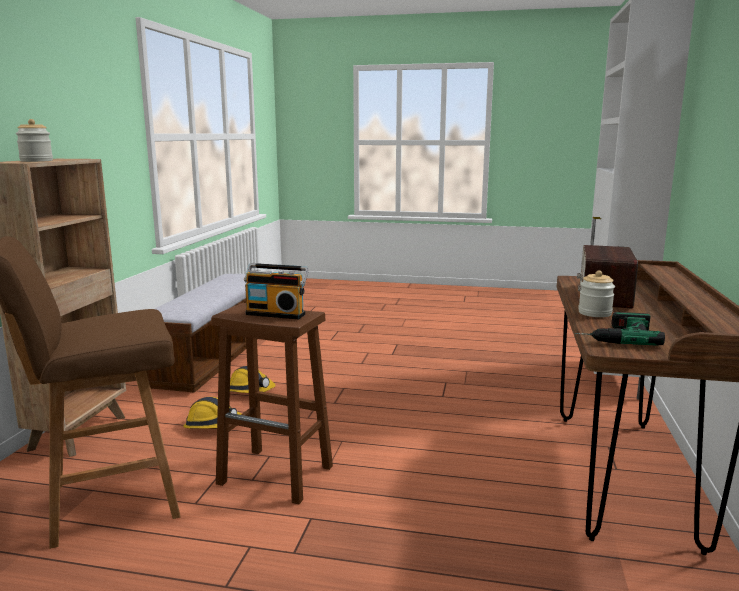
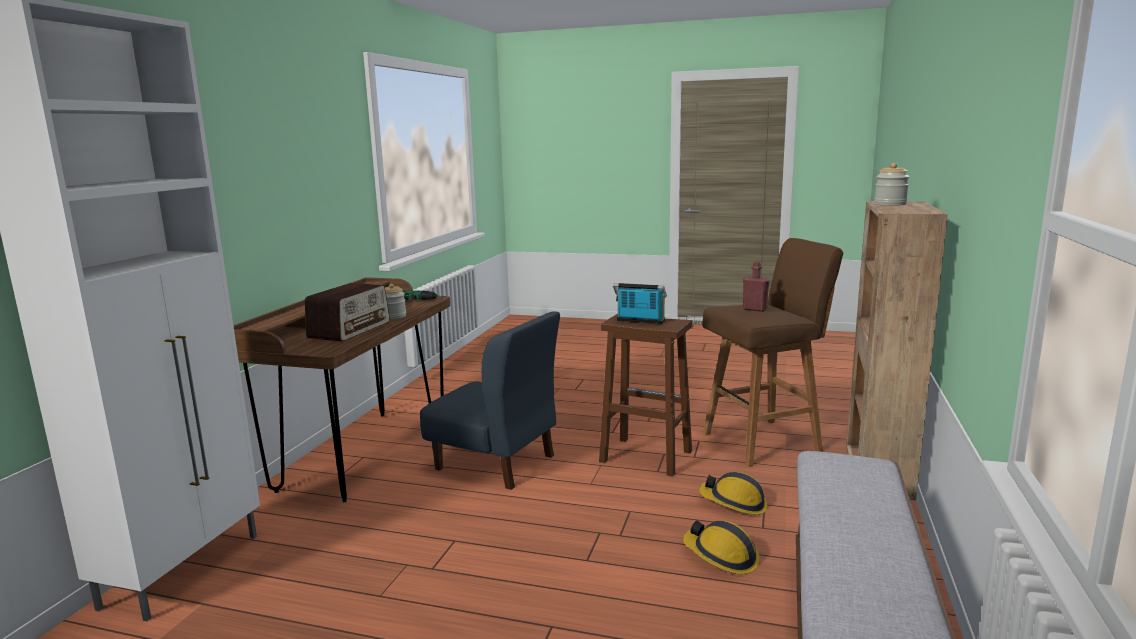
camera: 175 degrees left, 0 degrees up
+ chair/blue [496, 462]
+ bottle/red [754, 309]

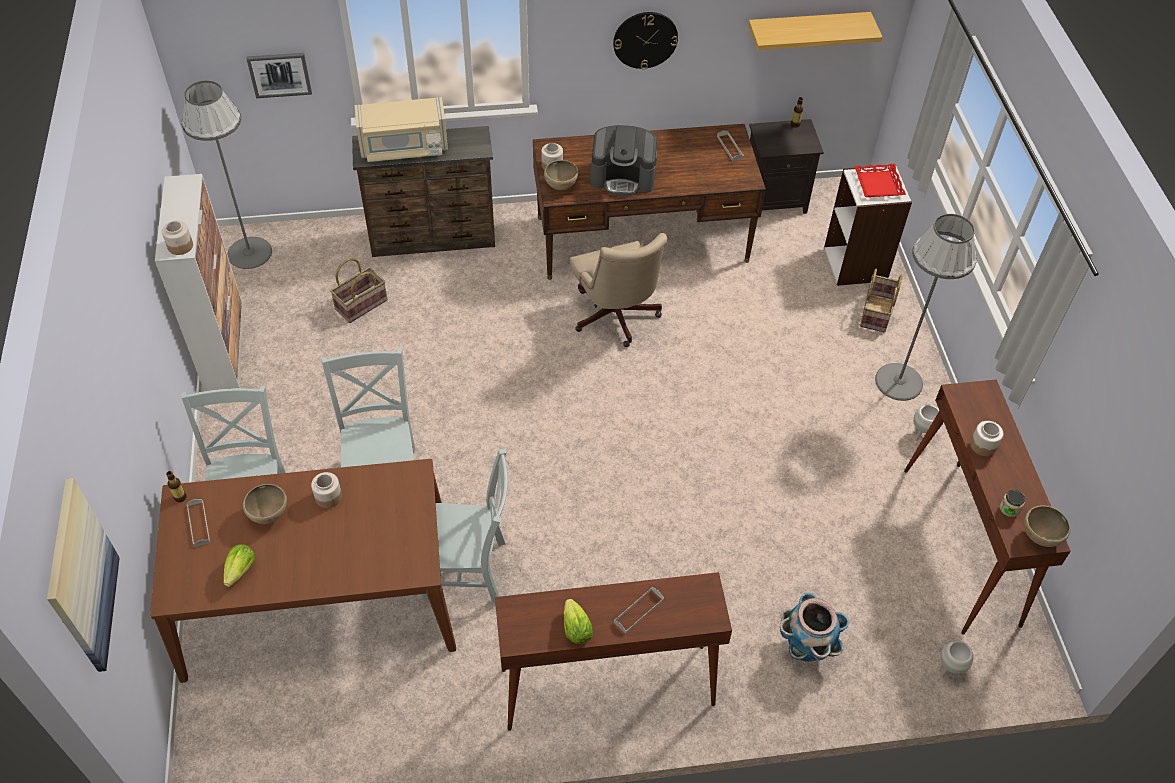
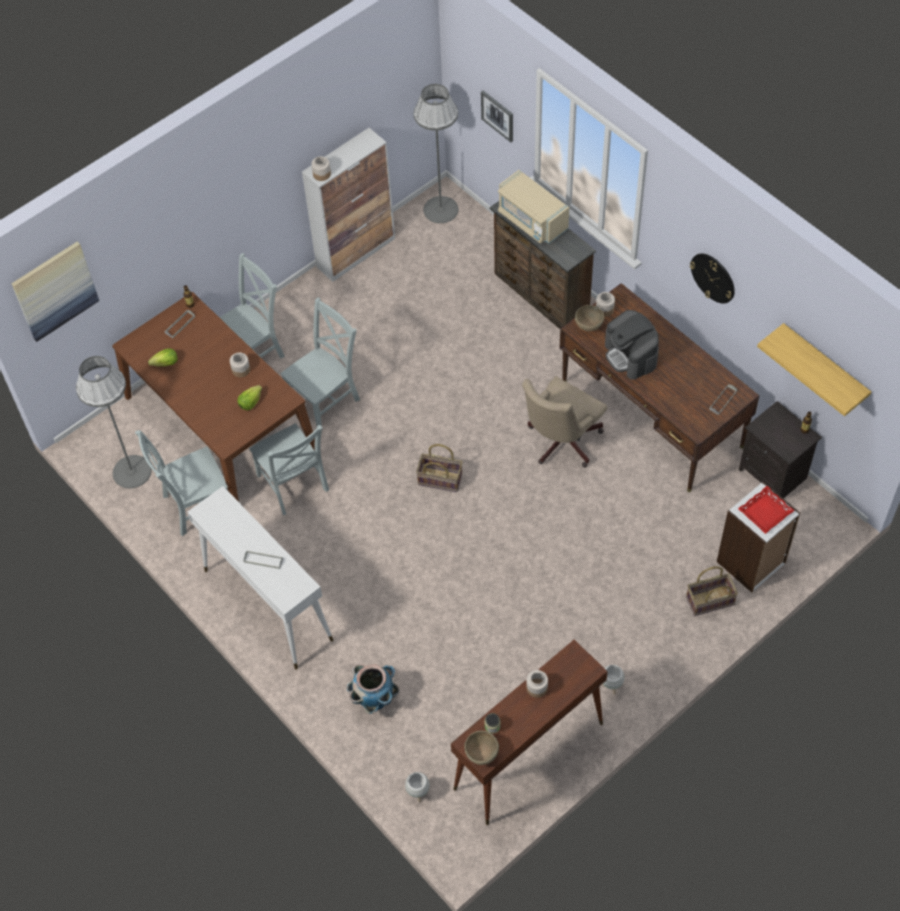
camera: 60 degrees right, 5 degrees up
~ floor lamp/grey [898, 381] to [132, 471]
+ chair/grey [195, 505]
~ console table/brown [606, 687] to console table/white [267, 604]
~ lettuce [576, 629] to [250, 402]
~ basket [361, 304] to [440, 479]
- bowl/brown [269, 515]

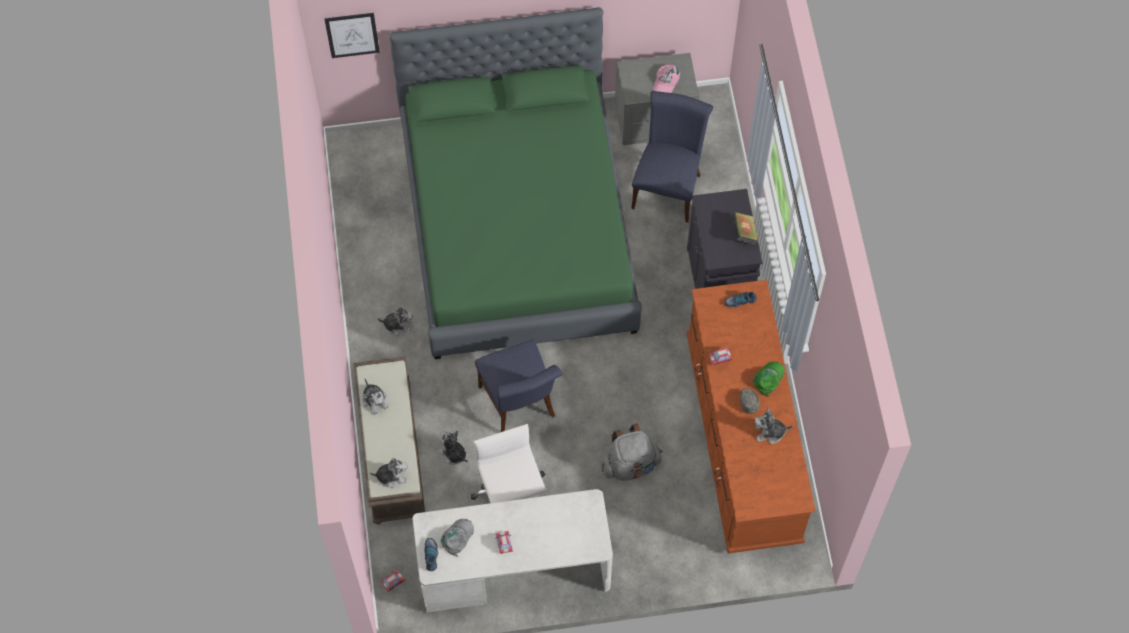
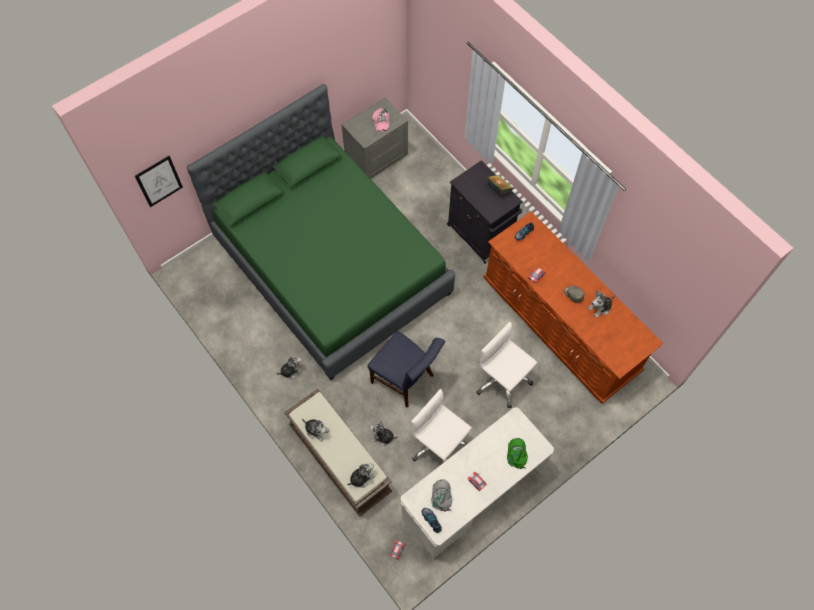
camera: 30 degrees left, 0 degrees up
~ backpack/grey [630, 465] to office chair/white [502, 380]
~ cap/green [768, 379] to [517, 454]
- chair/blue [668, 187]

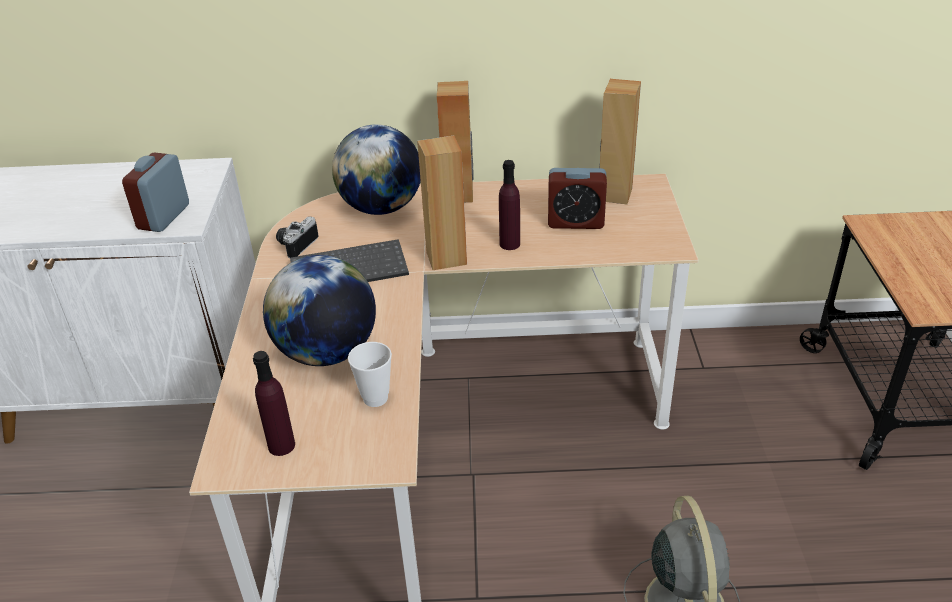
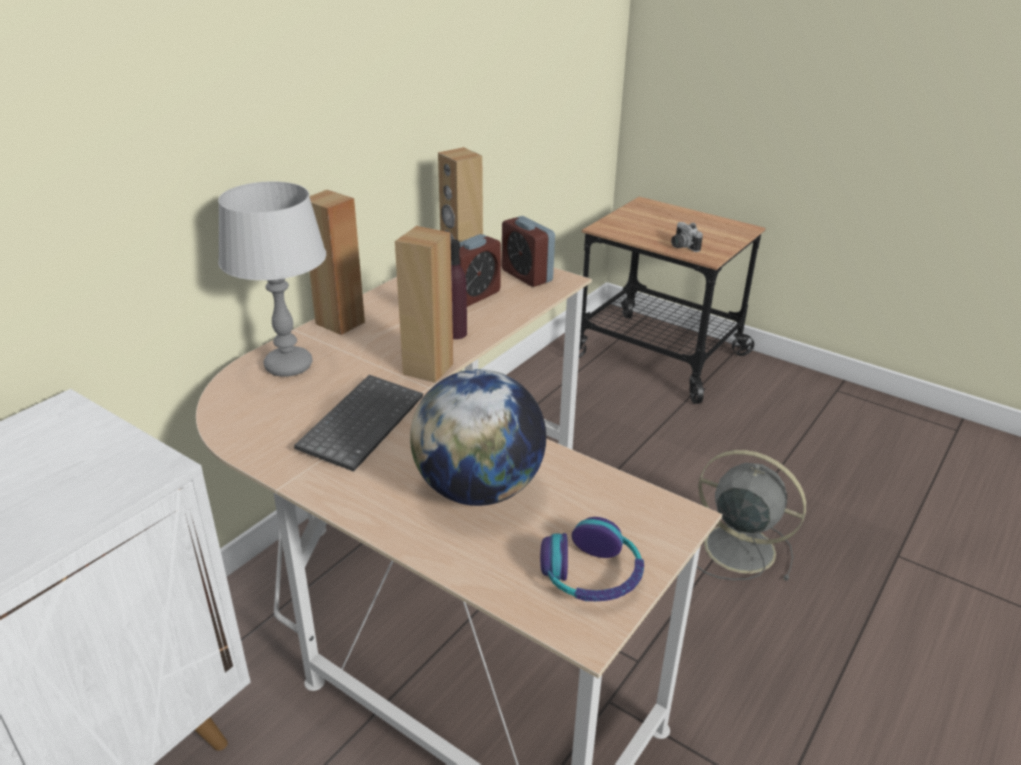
camera: 55 degrees left, 5 degrees down
~ globe [381, 208] to table lamp/grey [289, 366]
~ alarm clock [164, 217] to [526, 275]
~ bottle/purple [281, 445] to headphones [591, 575]
~ photo camera [295, 245] to [681, 246]
- cup [375, 398]

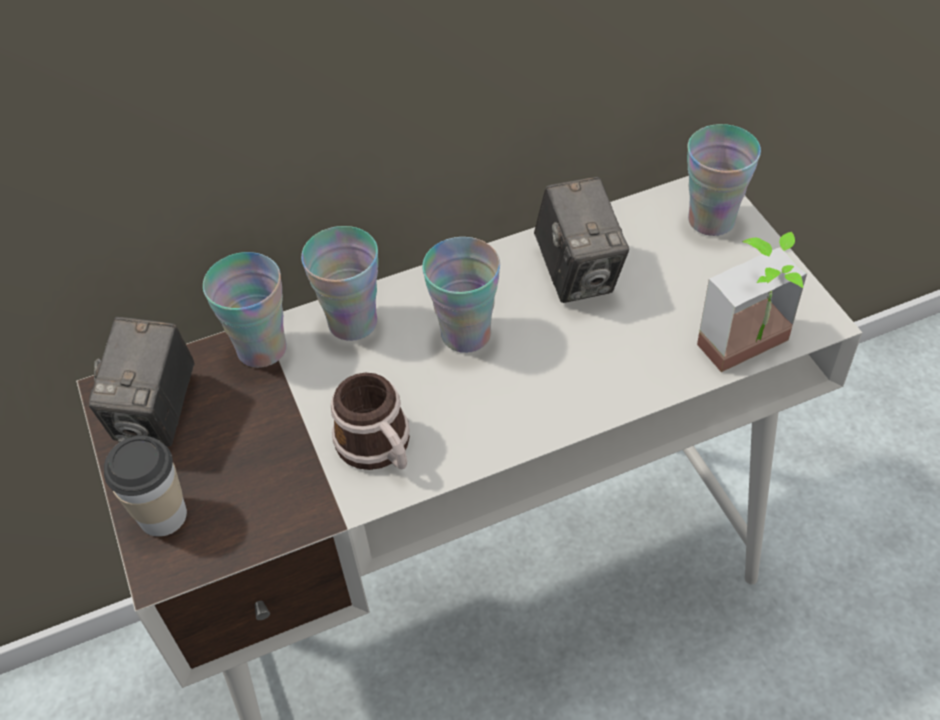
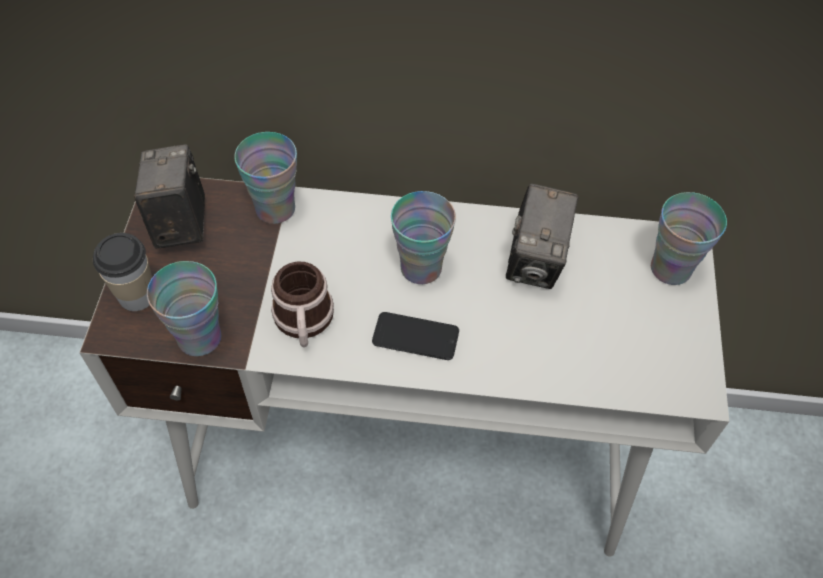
camera: 25 degrees right, 5 degrees up
~ photo camera [158, 414] = [180, 222] 135 degrees clockwise
~ cup [353, 322] to [199, 338]
+ phone [415, 337]
- potted plant [753, 354]

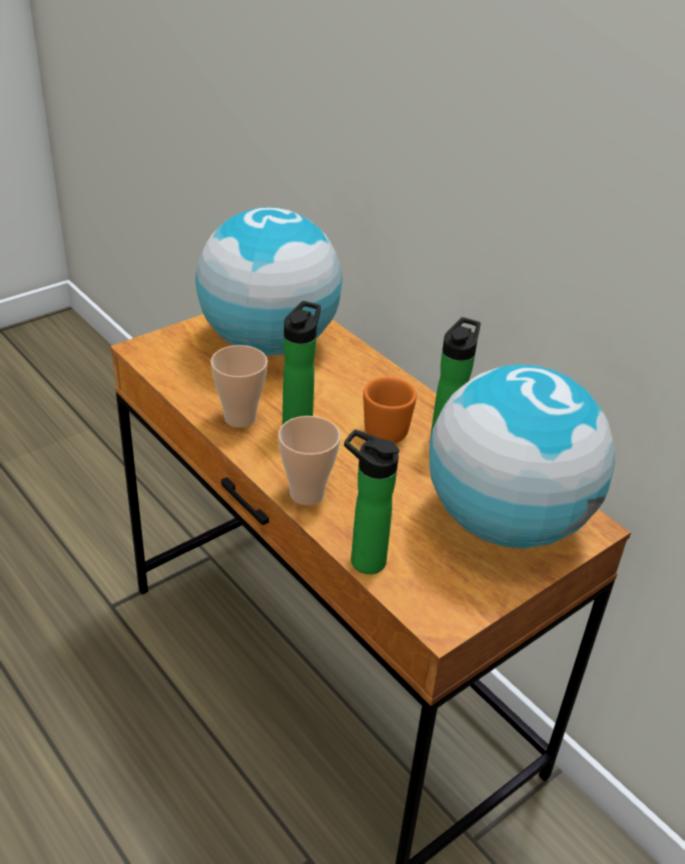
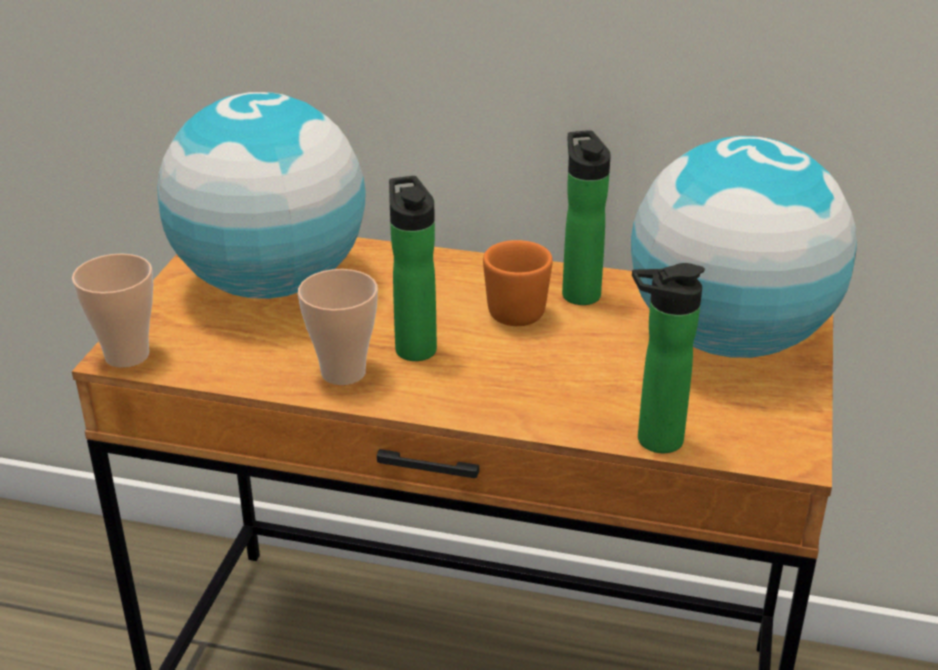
camera: 35 degrees left, 5 degrees down
~ cup [307, 494] to [127, 356]

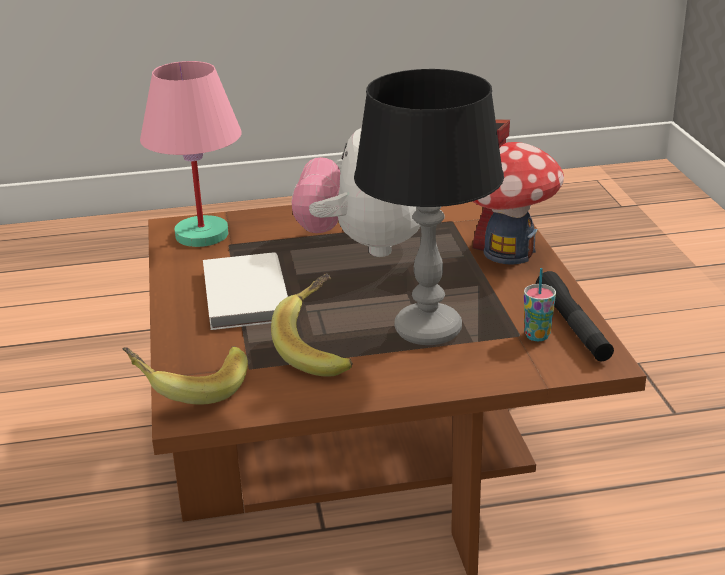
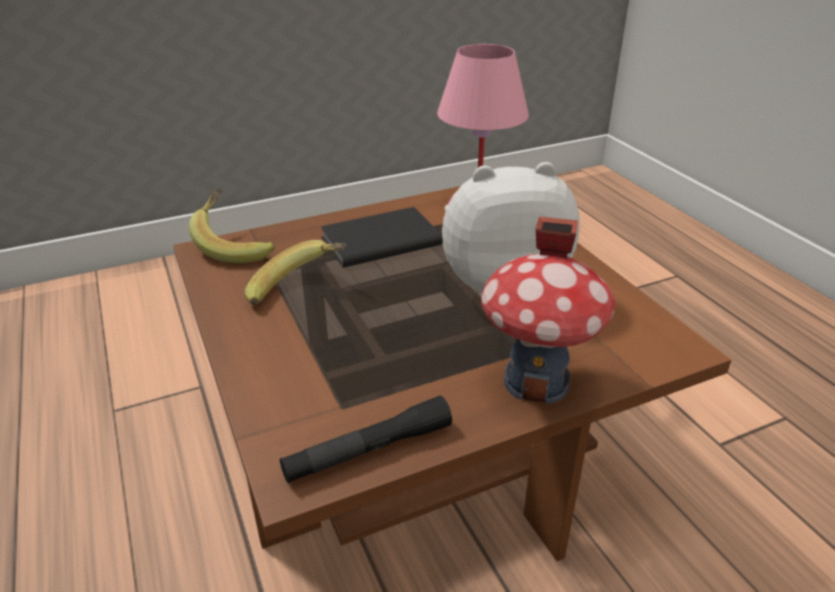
camera: 75 degrees right, 5 degrees up
~ book/white [243, 296] to book/black [378, 240]
- table lamp/black [428, 330]
- cup [537, 336]

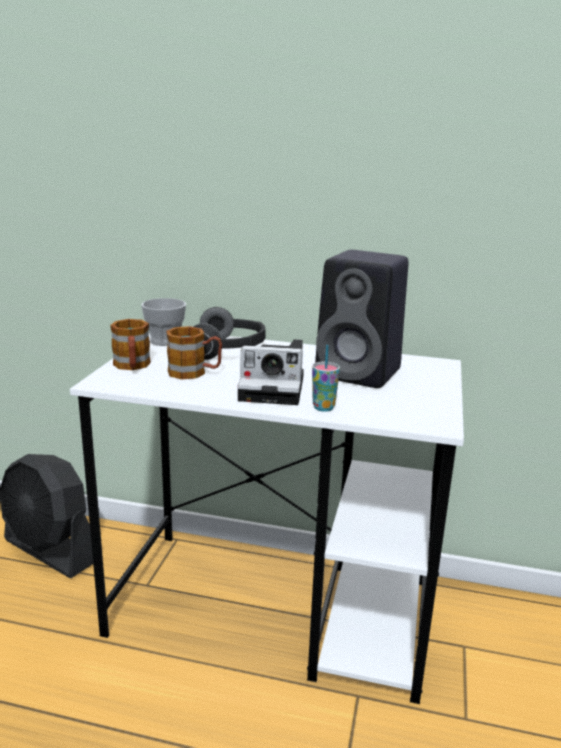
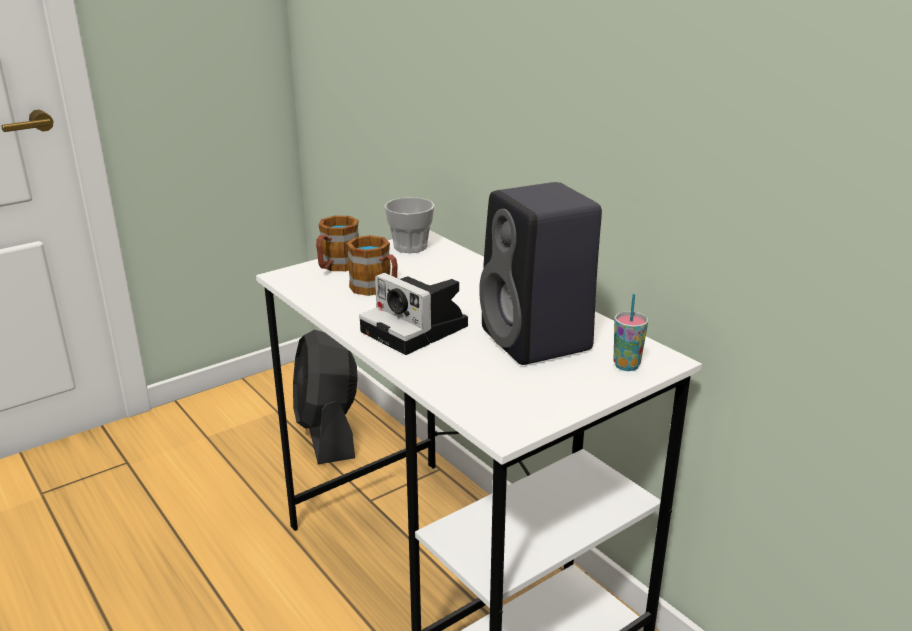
camera: 40 degrees right, 5 degrees up
~ cup [323, 407] to [626, 366]
- headphones [229, 350]

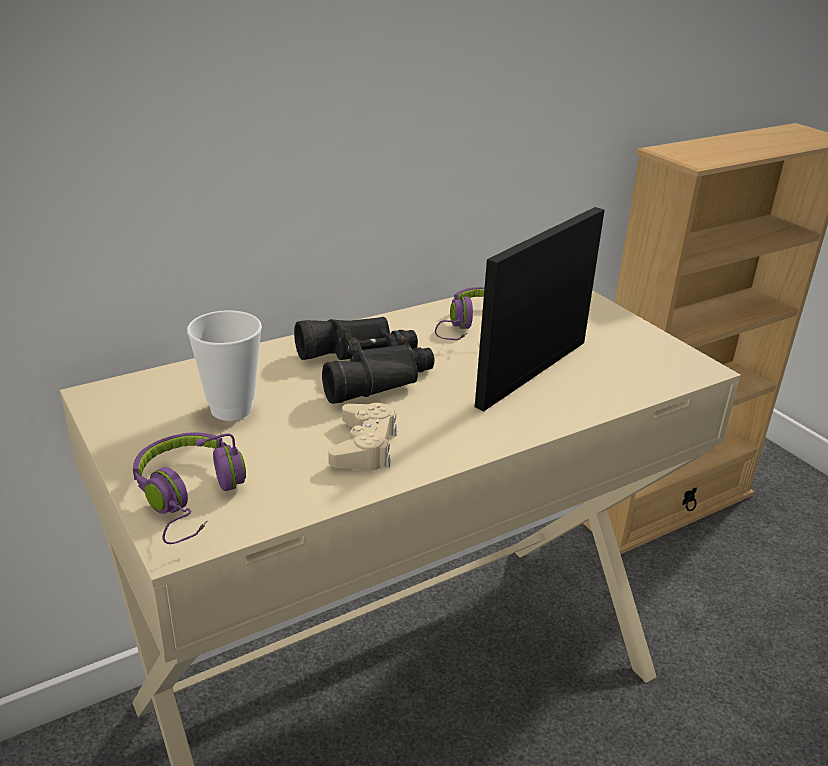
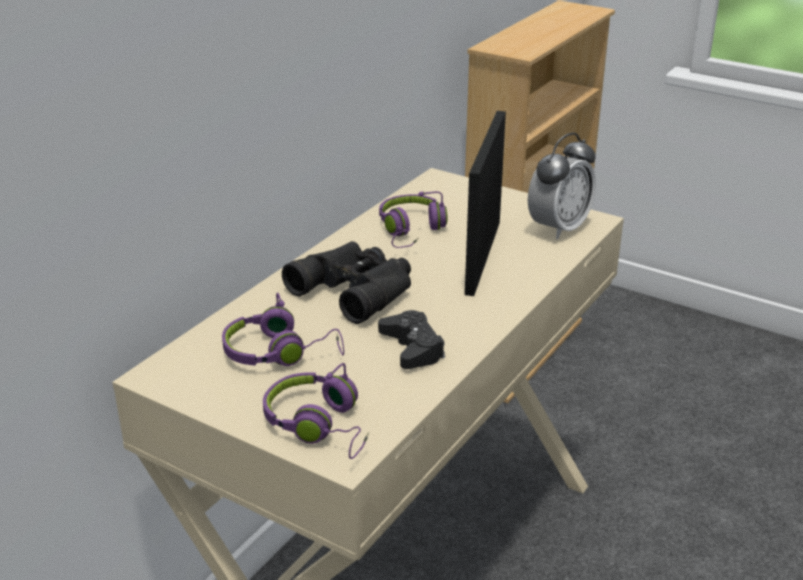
camera: 25 degrees left, 0 degrees up
~ cup [231, 409] to headphones/purple [281, 352]
~ game controller/beige [364, 446] to game controller/black [412, 348]
+ alarm clock [558, 228]

